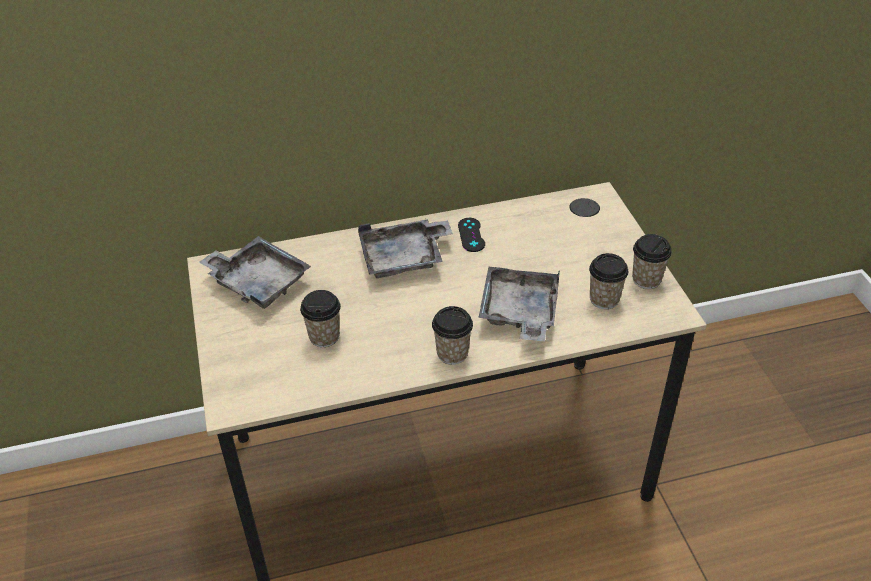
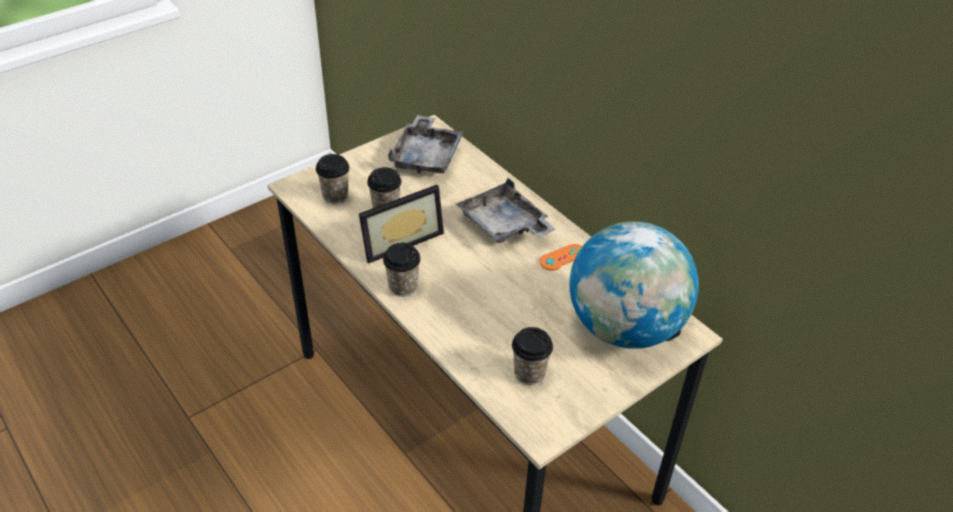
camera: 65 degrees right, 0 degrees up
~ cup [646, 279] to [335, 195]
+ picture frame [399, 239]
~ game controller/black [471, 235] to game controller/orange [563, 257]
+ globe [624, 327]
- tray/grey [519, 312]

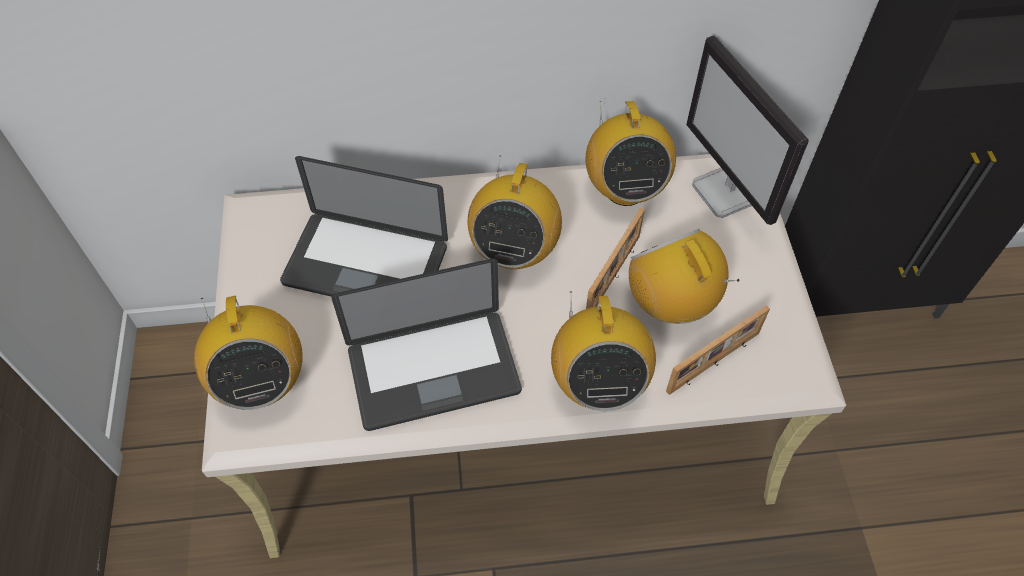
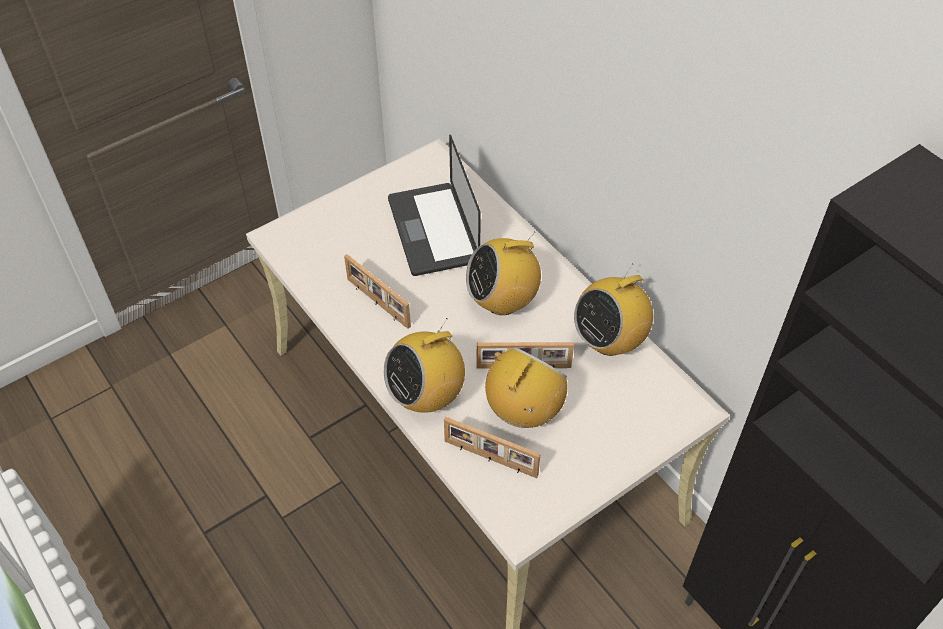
camera: 60 degrees right, 5 degrees down
~ laptop [433, 371] to picture frame [377, 303]
- radio [261, 382]
- monitor [727, 193]

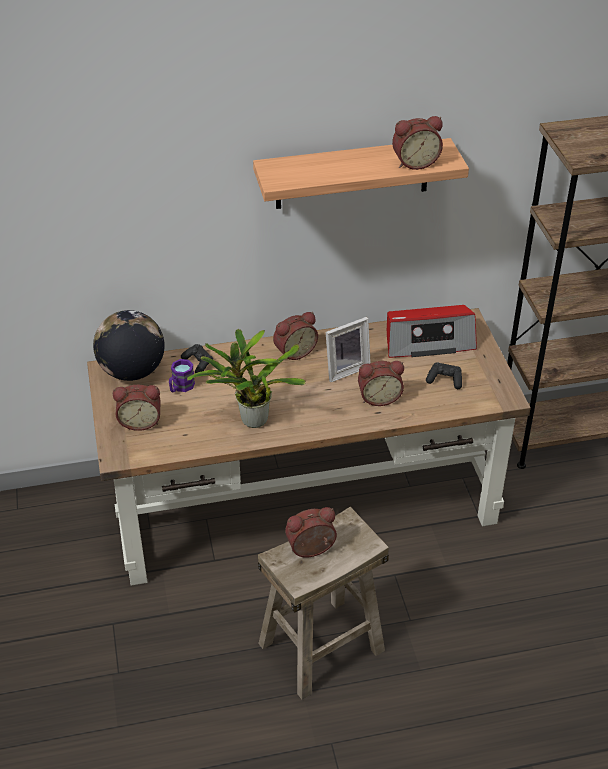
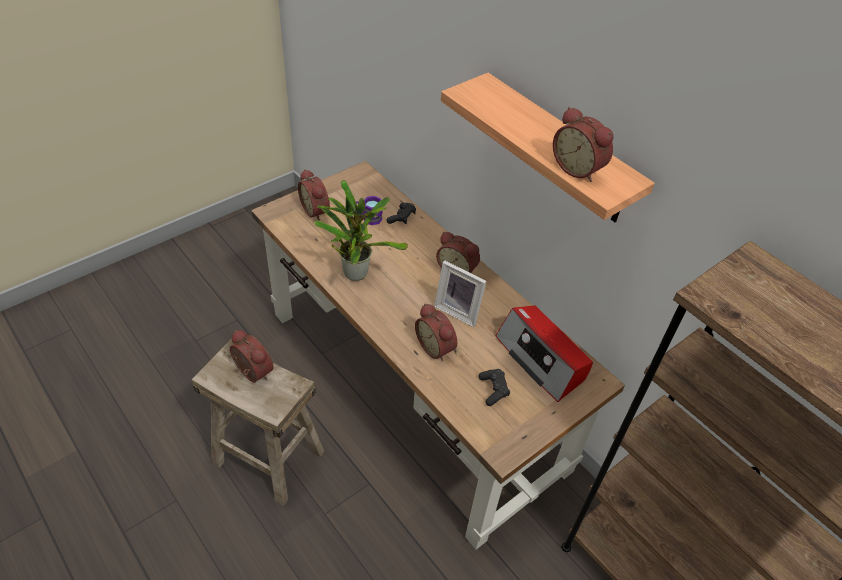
camera: 60 degrees right, 5 degrees up
- globe [132, 371]

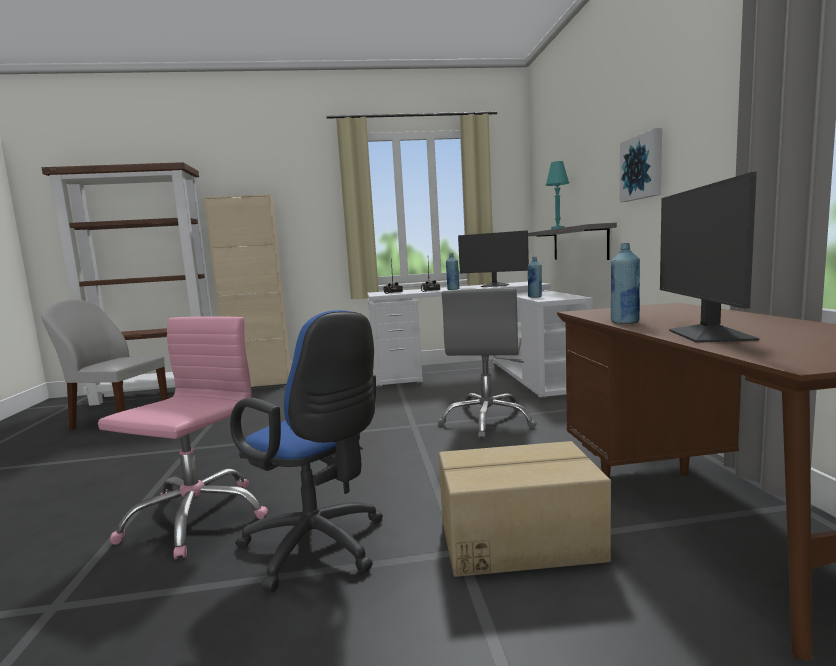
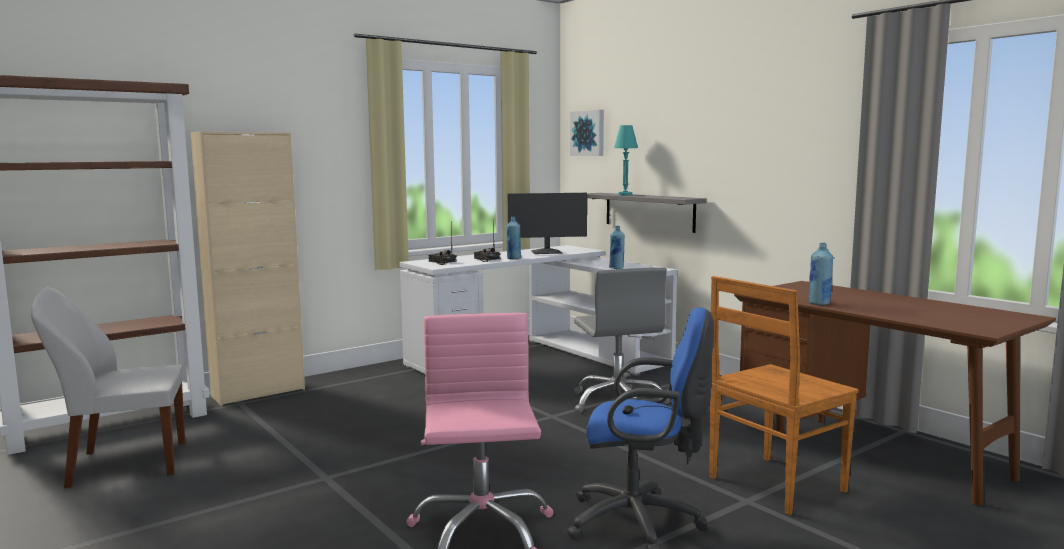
camera: 30 degrees left, 0 degrees up
~ picture [642, 167] to [588, 133]
~ cardboard box [518, 539] to chair/brown [773, 485]
- monitor [708, 335]

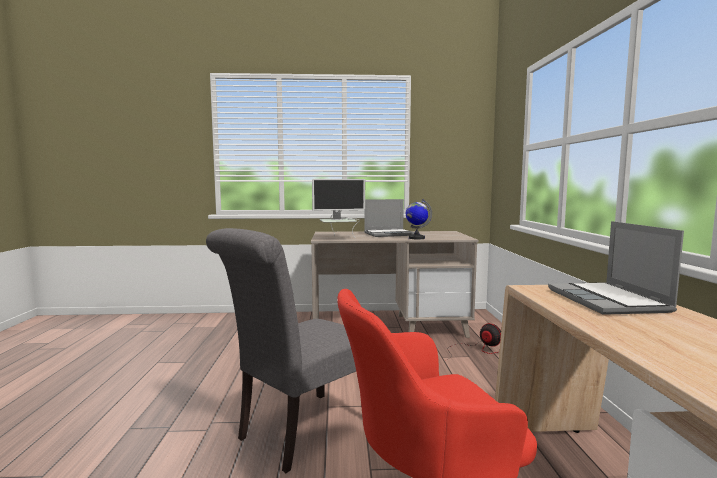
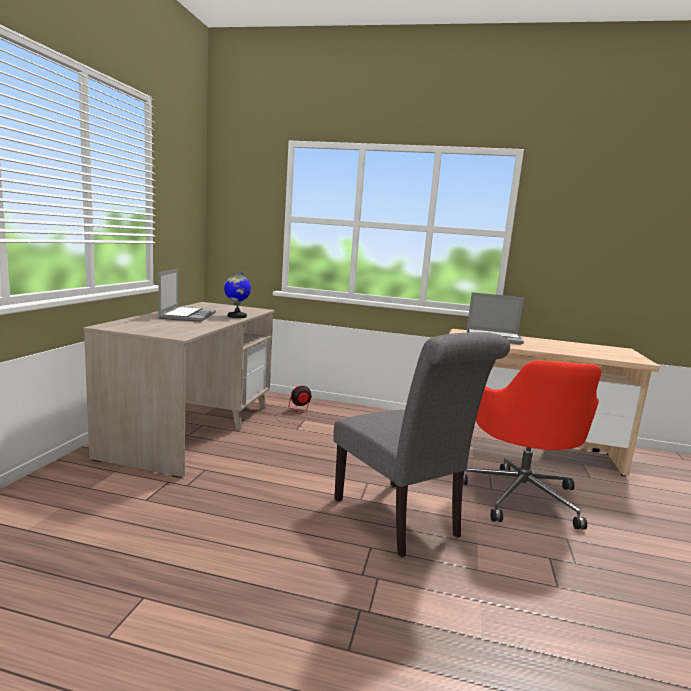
camera: 75 degrees left, 5 degrees up
- monitor [338, 238]

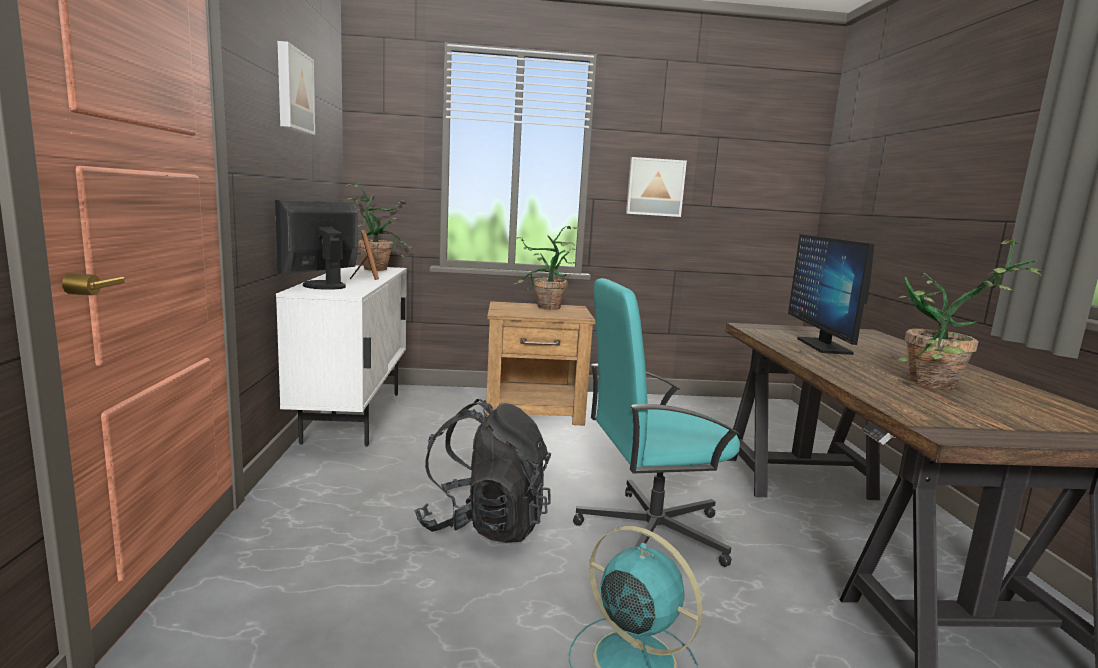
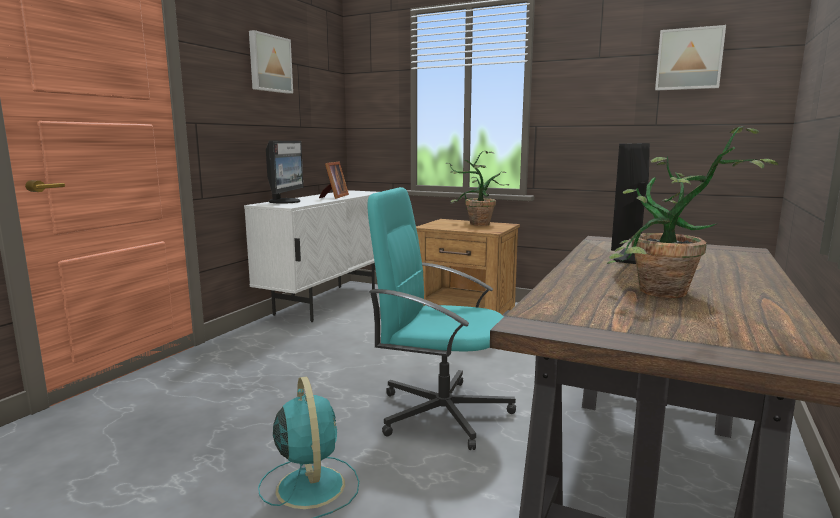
camera: 30 degrees right, 0 degrees up
~ monitor [322, 286] = [286, 201] 135 degrees clockwise
~ picture [655, 187] to [689, 59]
- potted plant [378, 268]
- backpack/black [484, 525]

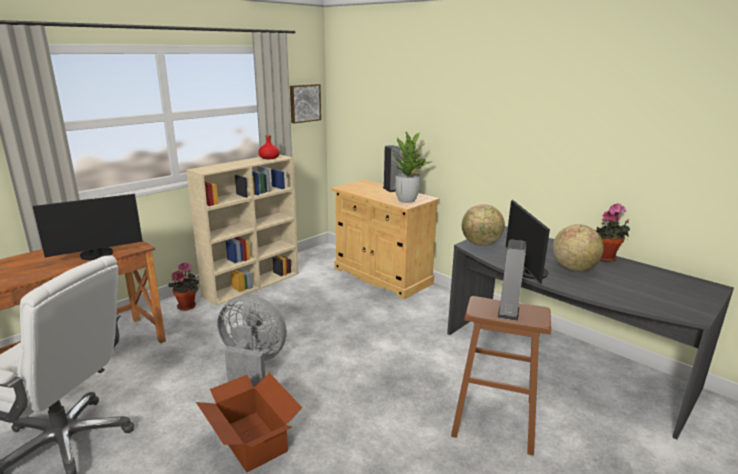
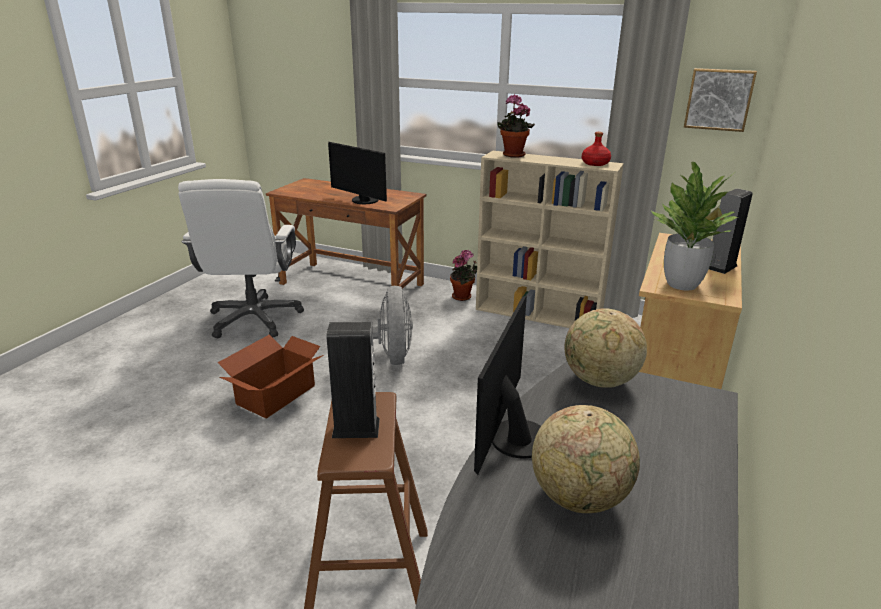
camera: 70 degrees right, 5 degrees up
~ monitor [528, 272] = [512, 438] 45 degrees counterclockwise
~ potted plant [606, 258] to [512, 155]

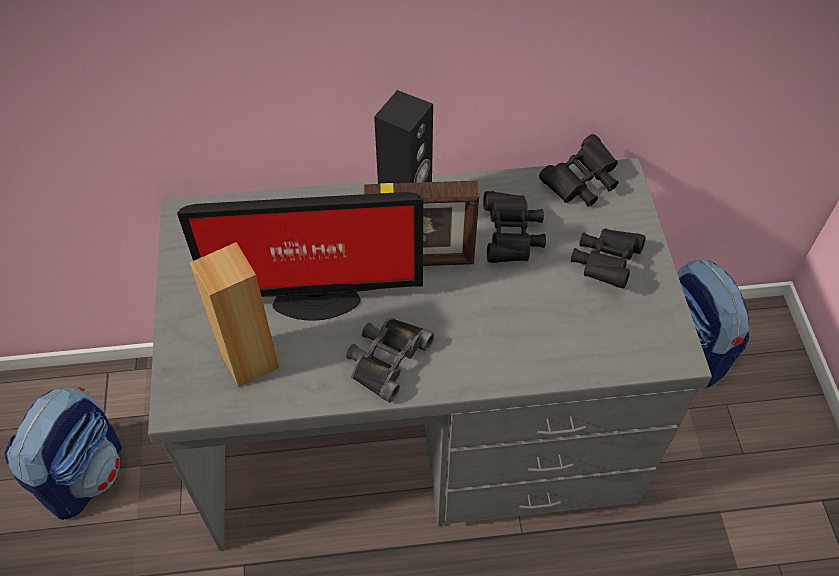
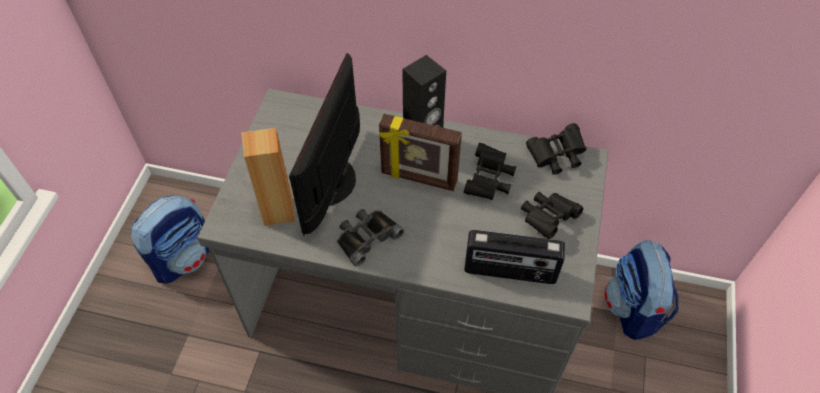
camera: 20 degrees right, 0 degrees up
~ monitor [314, 297] = [337, 181] 90 degrees clockwise
+ radio [510, 271]

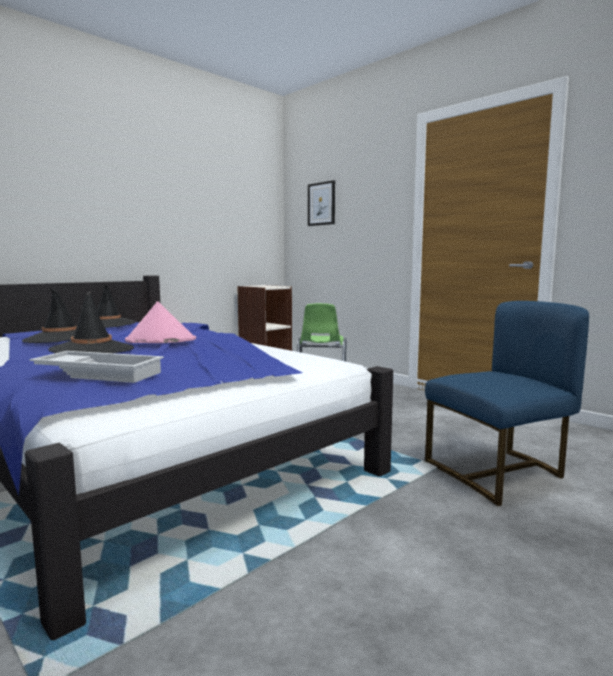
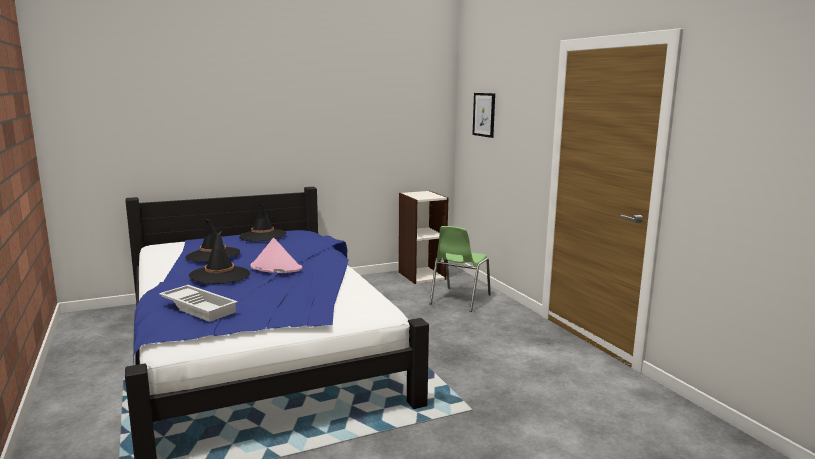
camera: 20 degrees right, 5 degrees up
- chair/blue [499, 473]

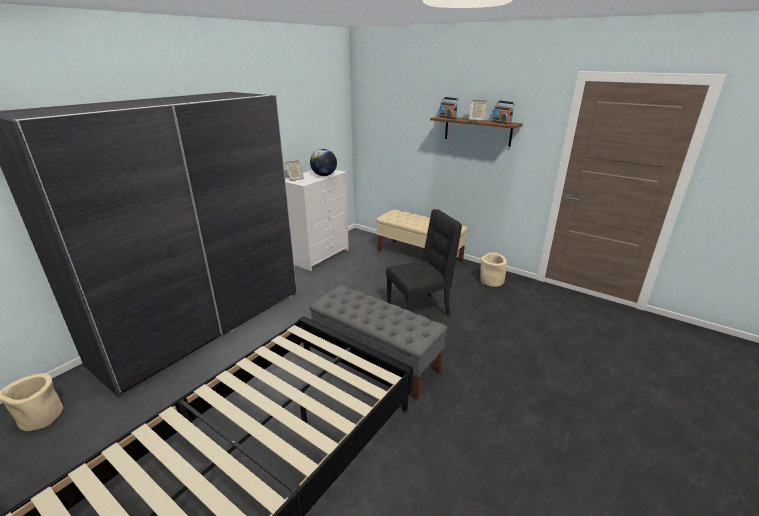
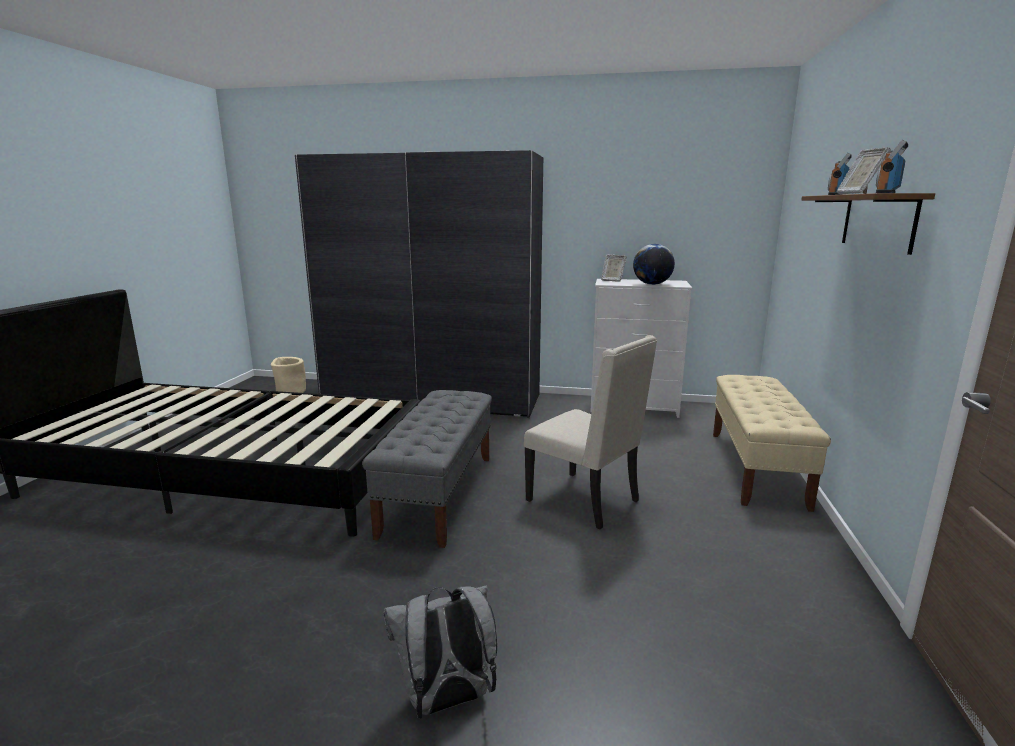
camera: 65 degrees right, 10 degrees down
+ backpack/grey [446, 701]
~ chair/black [419, 310] to chair/beige [585, 501]
- planter/beige [491, 281]

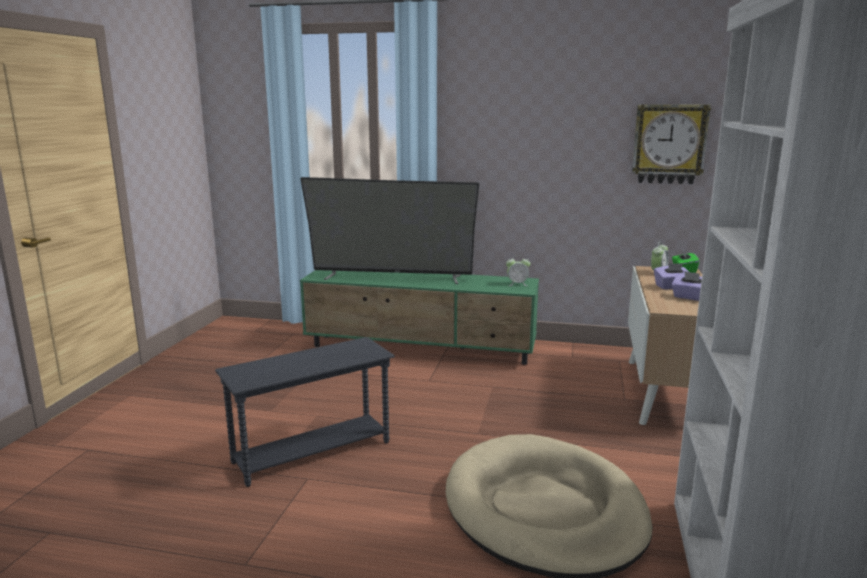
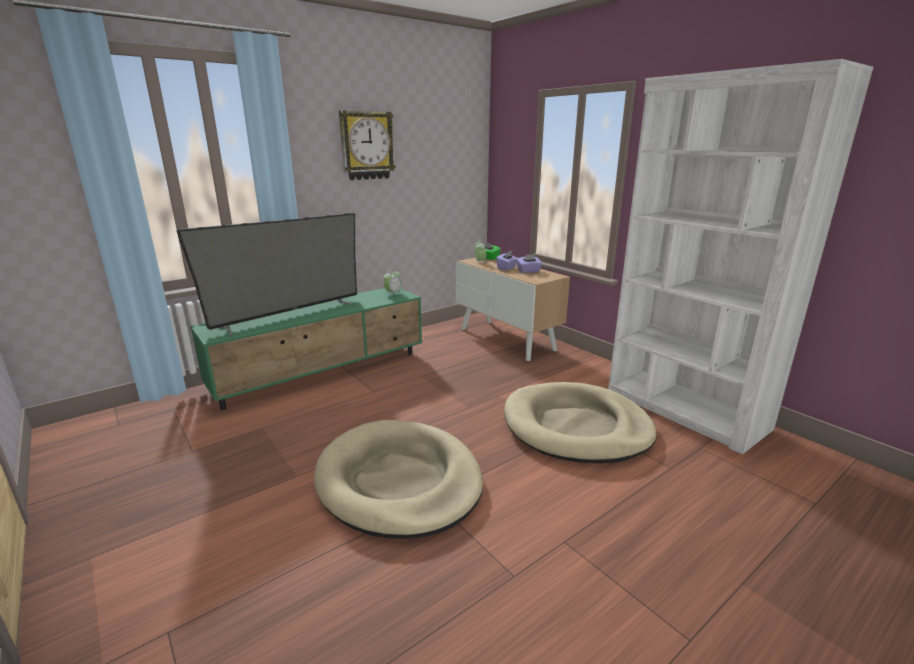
camera: 50 degrees left, 5 degrees up
~ side table/grey [313, 453] to dog bed/beige [399, 481]
~ wall clock [669, 144] to [366, 146]

